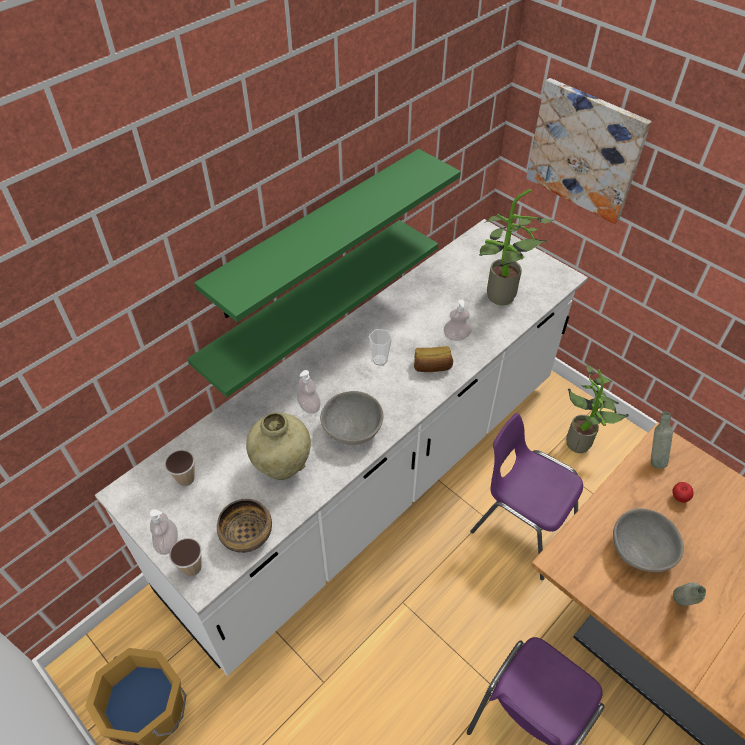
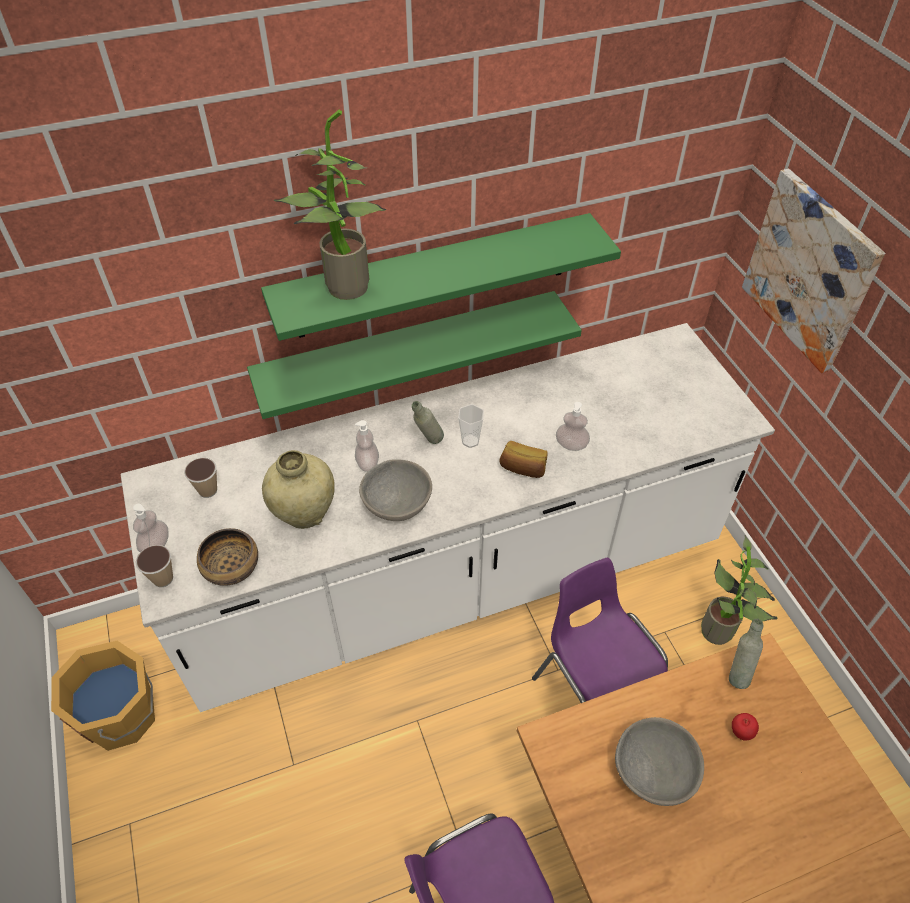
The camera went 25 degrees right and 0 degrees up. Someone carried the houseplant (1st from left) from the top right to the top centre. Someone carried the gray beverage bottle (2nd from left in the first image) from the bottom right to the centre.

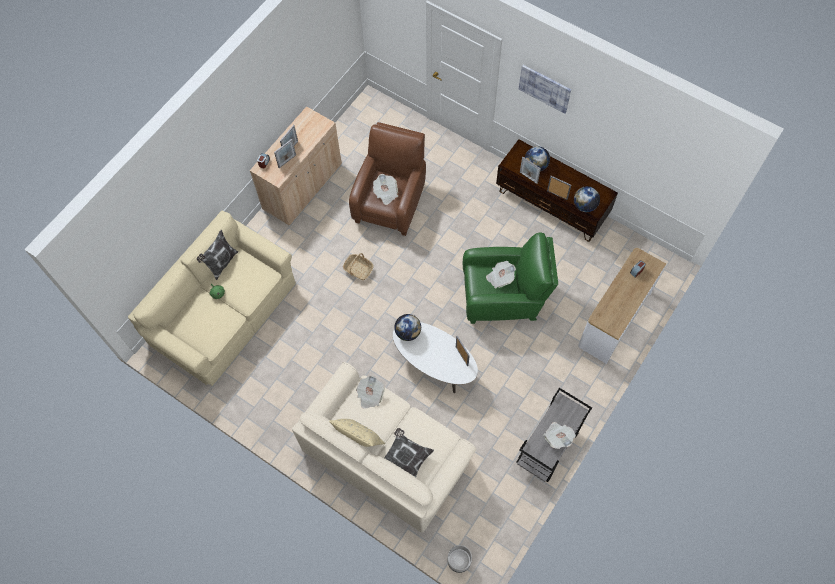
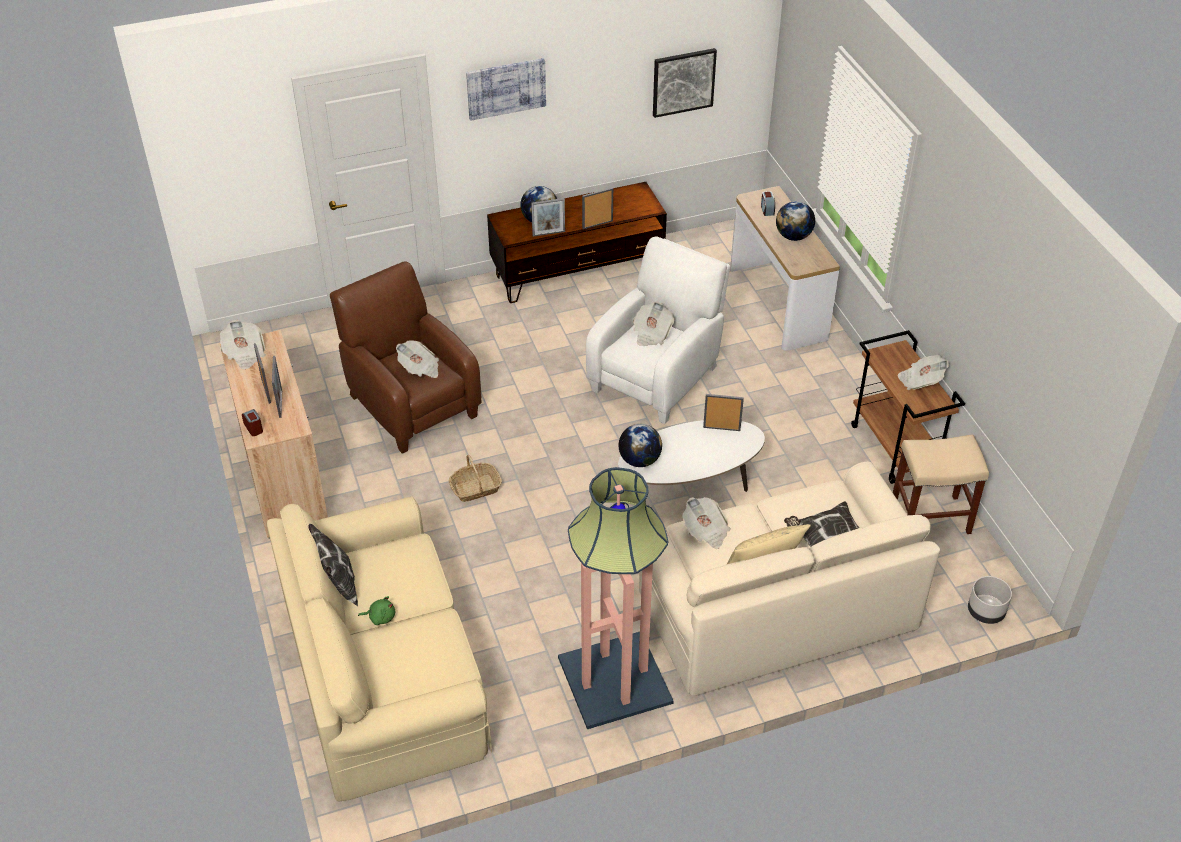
The camera went 55 degrees left and 20 degrees down. Someone put down the newspaper (1st from left) at the middle left. Someone put down the standing lamp at the bottom centre. Someone repainted the green-coloured armchair at the centre, which became the white armchair at the centre. Someone put up the wall art (2nd from left) at the top centre. Someone carried the world globe (3rd from left) from the middle right to the top right. Someone repainted the gray trolley at the bottom centre, which became the brown-coloured trolley at the middle right. Someone put down the beige stool at the middle right.

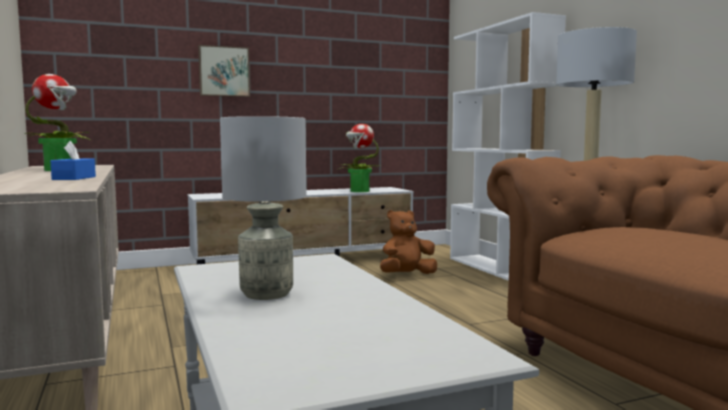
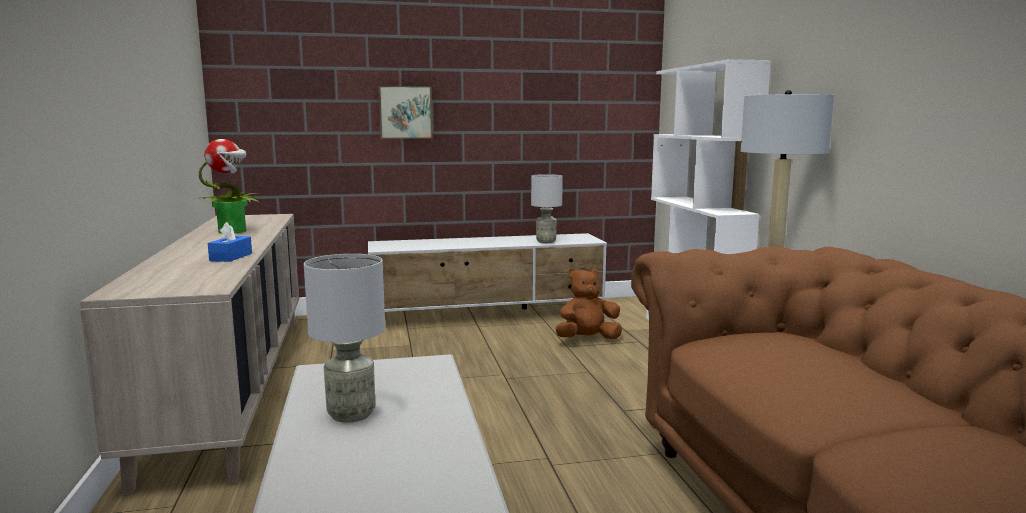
The camera went 10 degrees right and 5 degrees up. Someone swapped the houseplant (2nd from left) at the centre for the gray tabletop lamp (2nd from left) at the centre.

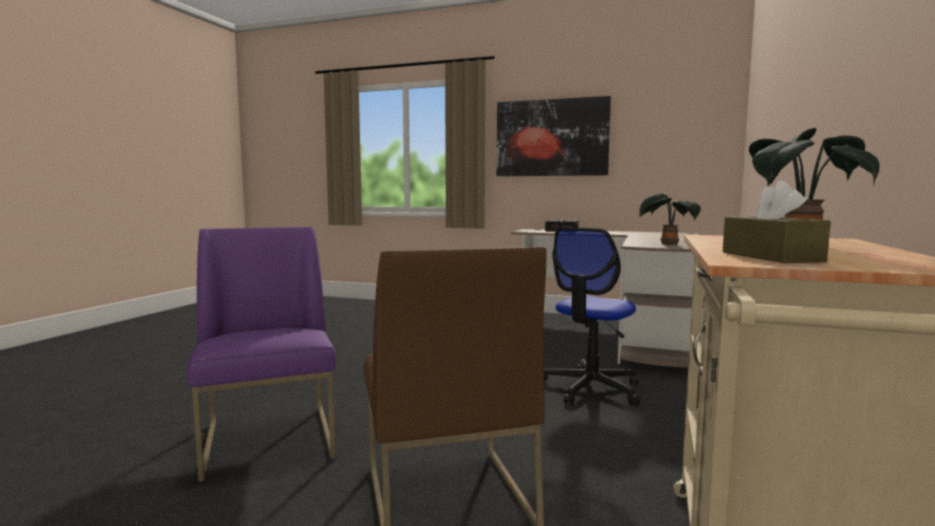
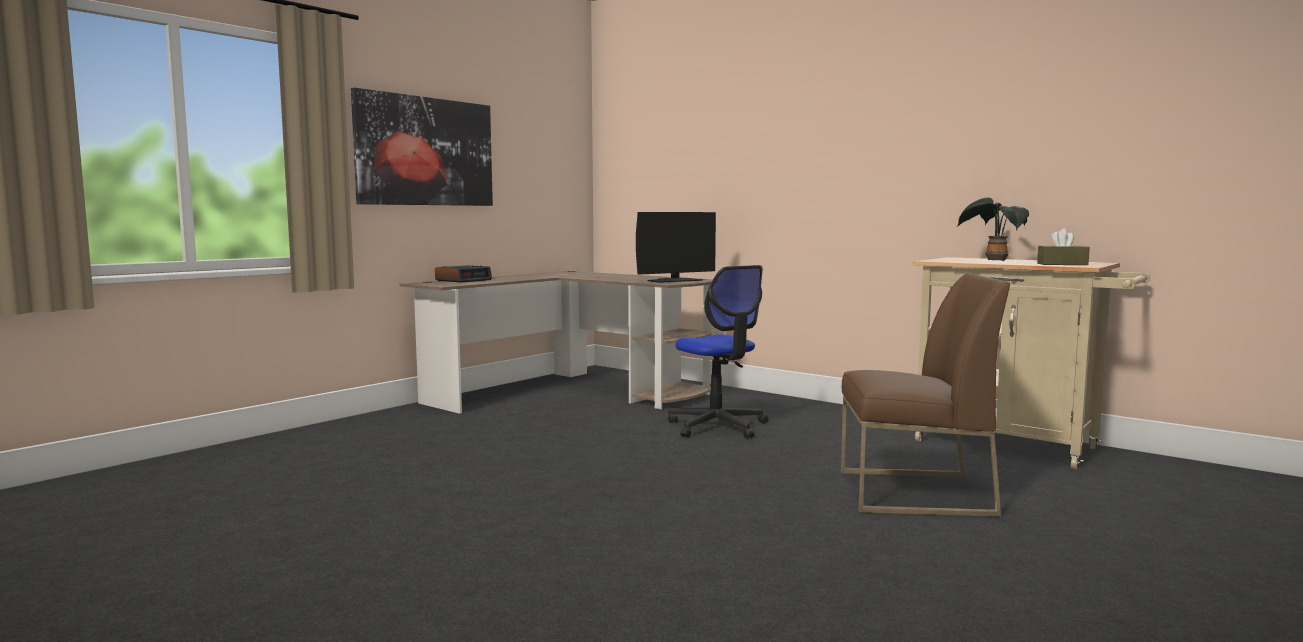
The camera went 70 degrees left and 0 degrees up. Someone swapped the houseplant (1st from left) at the middle right for the computer screen at the centre. Someone took away the purplish upright chair at the bottom left.

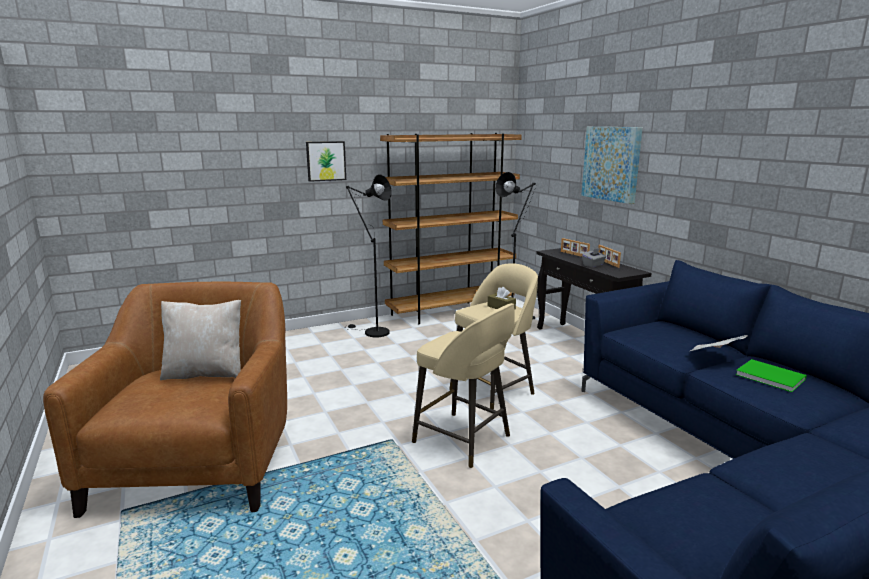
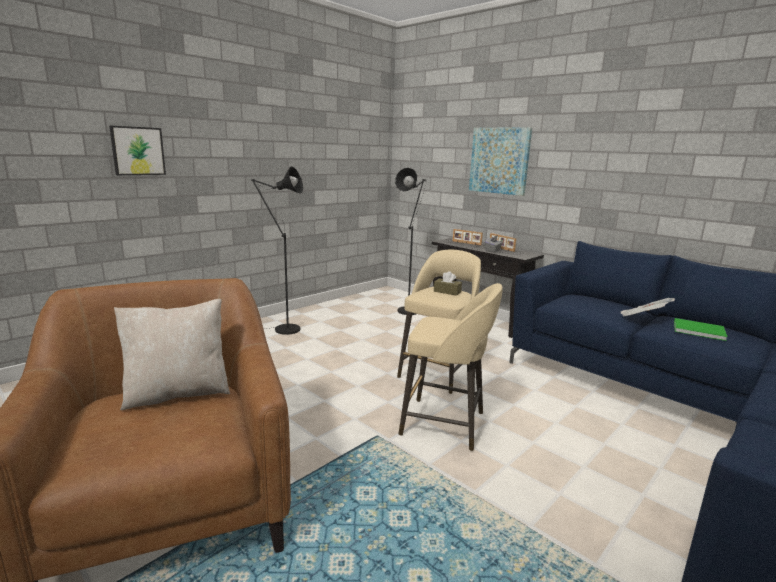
The camera went 20 degrees left and 0 degrees up. Someone carried the wall art (1st from left) from the top centre to the top left. Someone took away the brown-coloured bookcase at the centre.

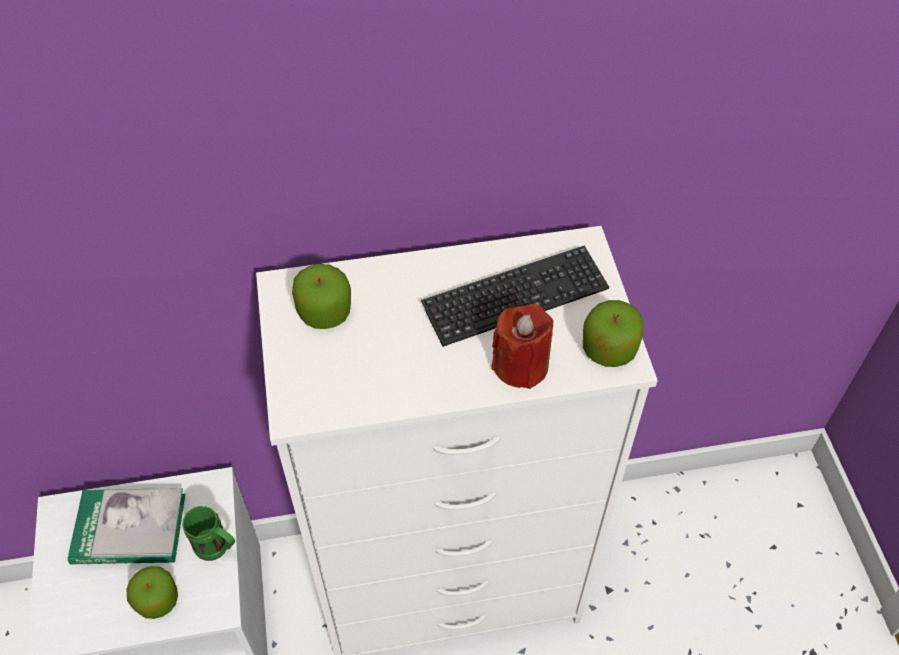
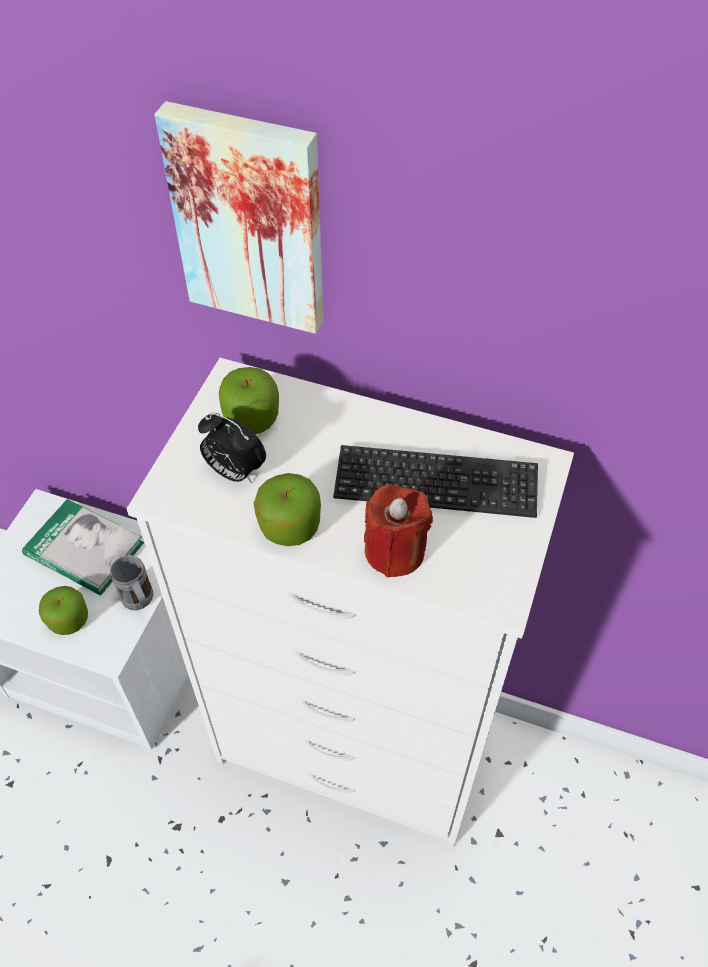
The camera went 30 degrees right and 0 degrees up. Someone repainted the green-coloured coffee mug at the bottom left, which became the gray coffee mug at the middle left. Someone put up the wall art at the top centre. Someone put down the bedside clock at the middle left. Someone carried the apple (3rd from left) from the middle right to the centre.

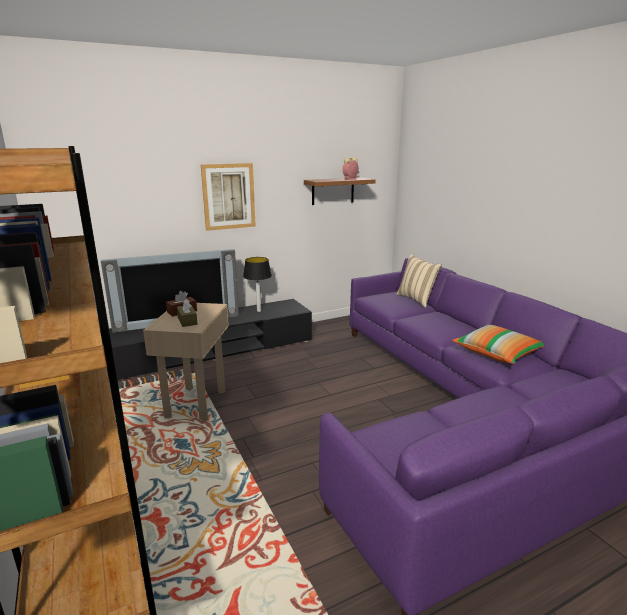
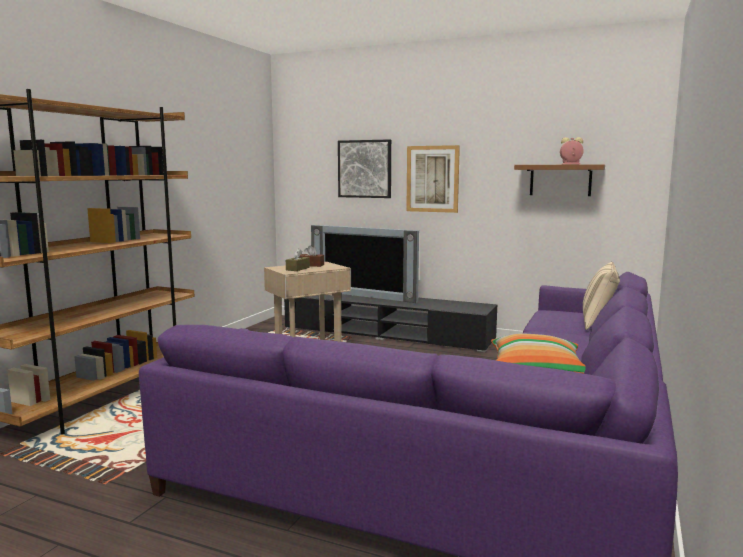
The camera went 50 degrees right and 10 degrees down. Someone put up the wall art (1st from left) at the top centre. Someone took away the tabletop lamp at the centre.

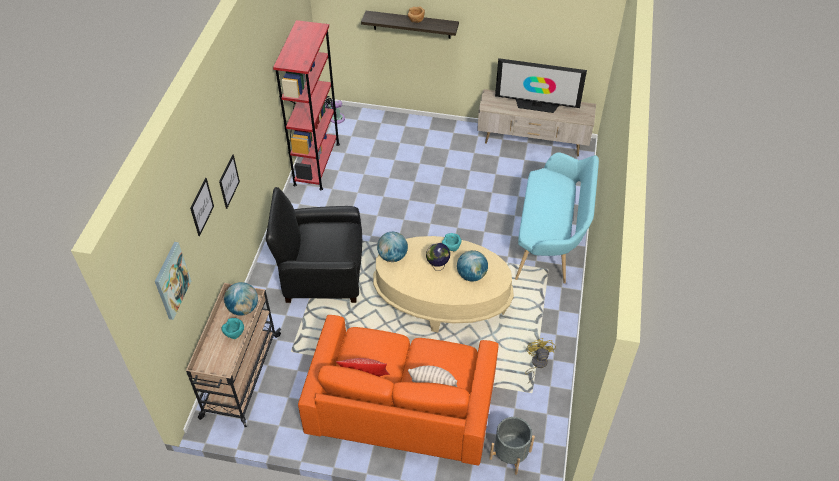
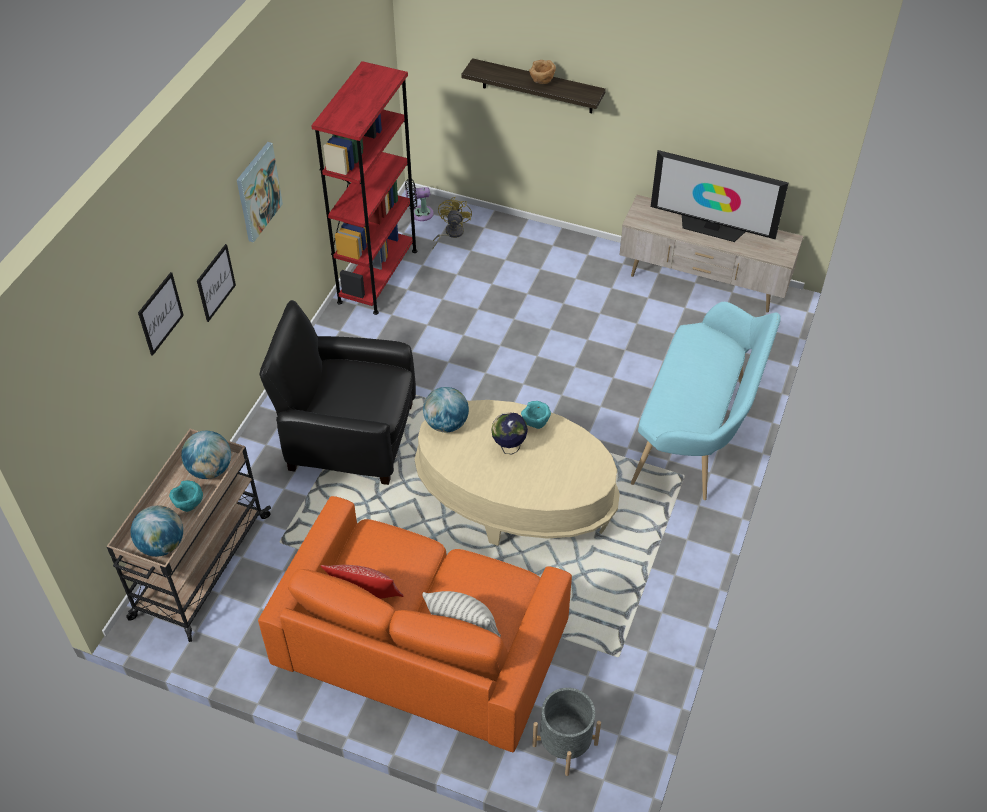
The camera went 10 degrees right and 0 degrees up. Someone carried the world globe (4th from left in the first image) from the centre to the middle left. Someone carried the wall art (1st from left in the first image) from the middle left to the top left. Someone carried the yellowish electric fan from the bottom centre to the top centre.

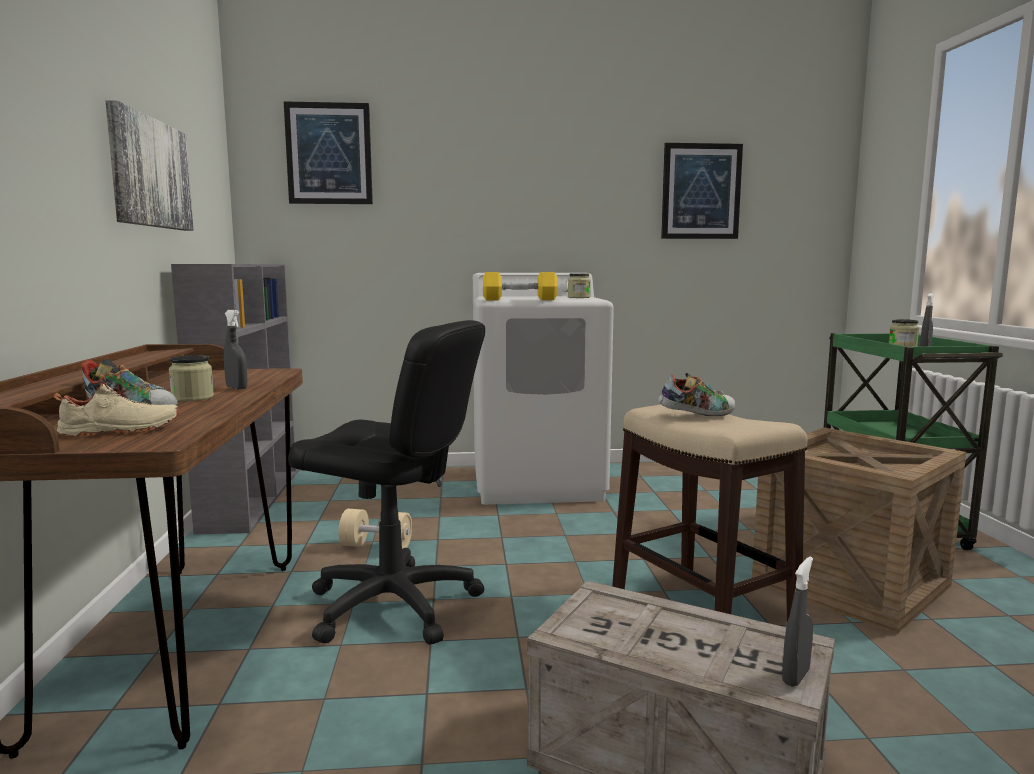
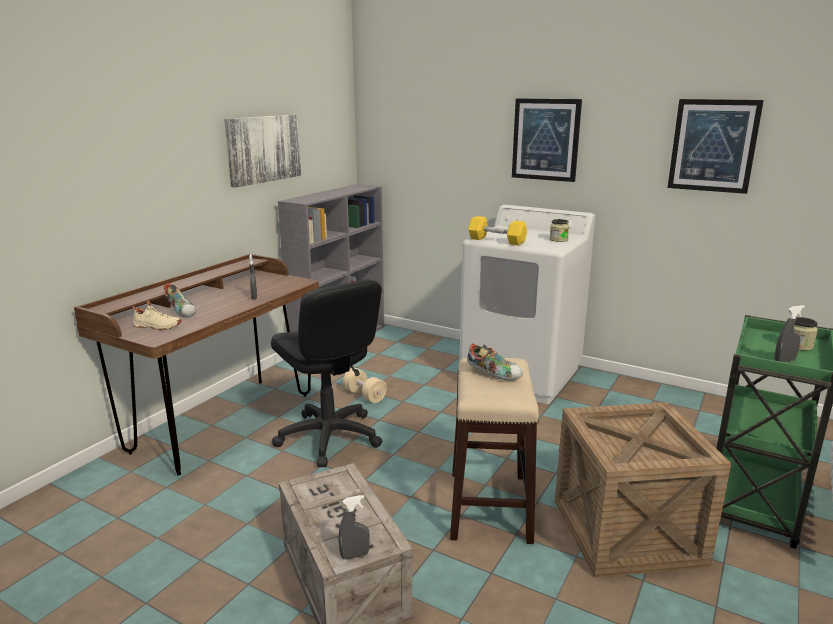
The camera went 35 degrees right and 10 degrees up. Someone carried the wall art (2nd from left) from the top left to the top centre. Someone took away the preserve jar (1st from left) at the middle left.

